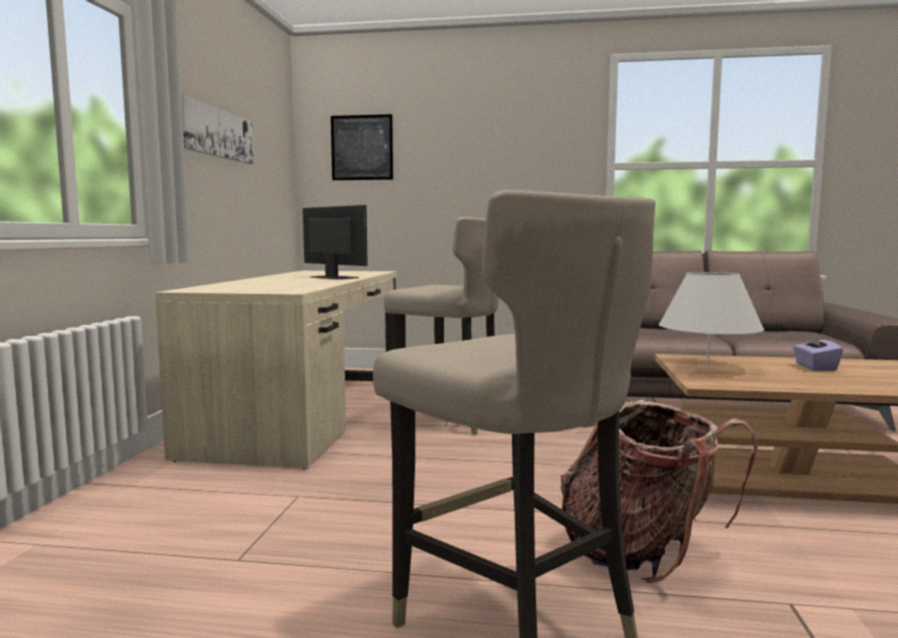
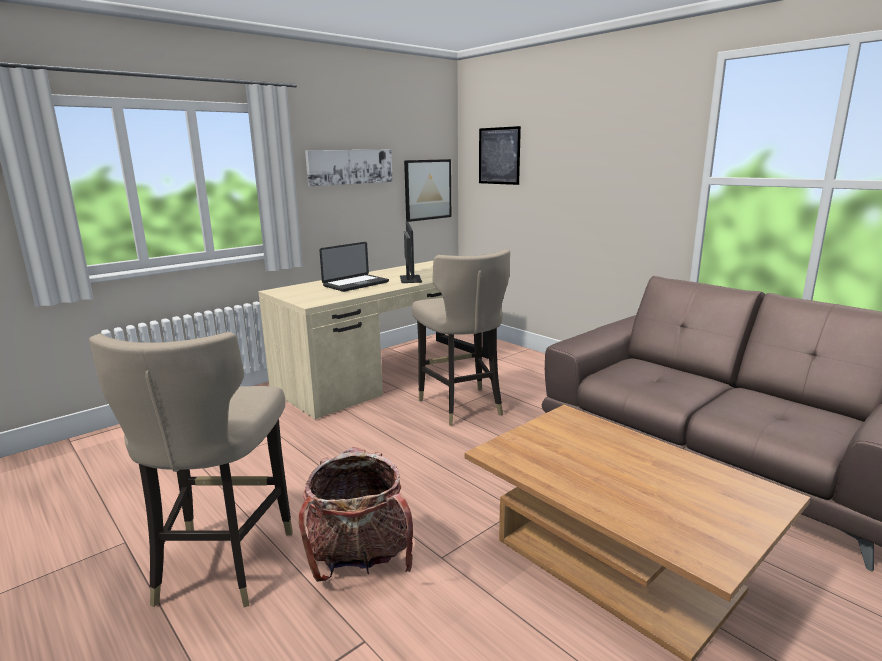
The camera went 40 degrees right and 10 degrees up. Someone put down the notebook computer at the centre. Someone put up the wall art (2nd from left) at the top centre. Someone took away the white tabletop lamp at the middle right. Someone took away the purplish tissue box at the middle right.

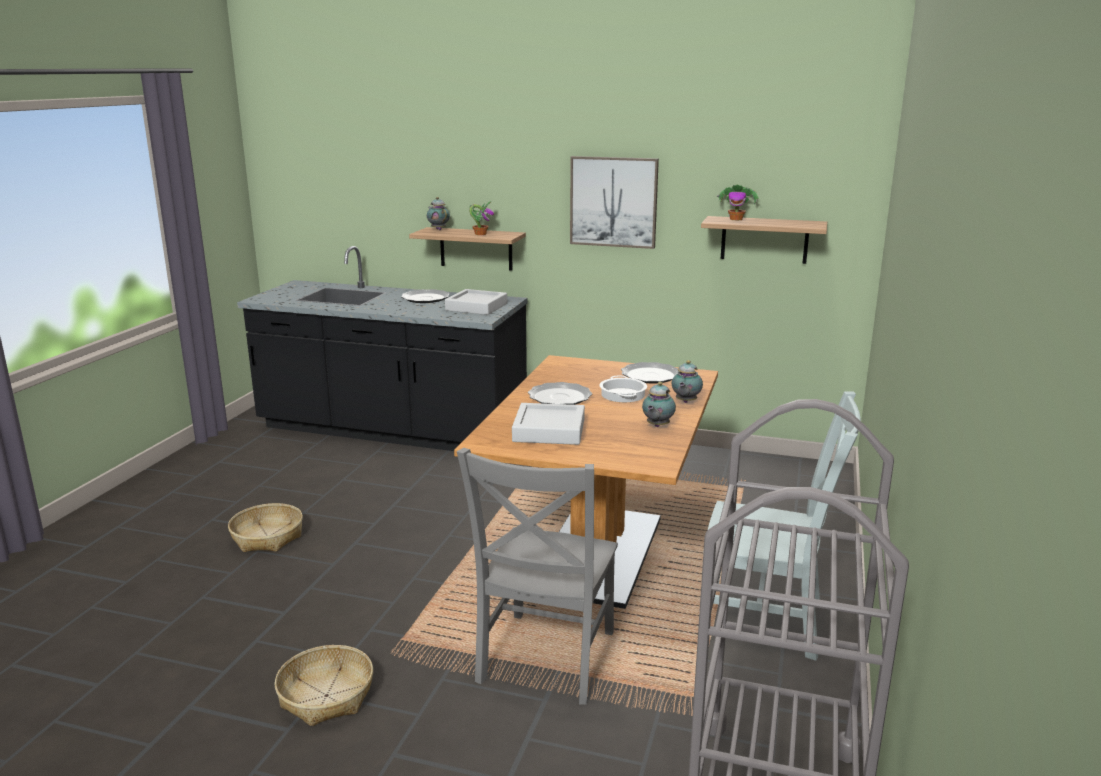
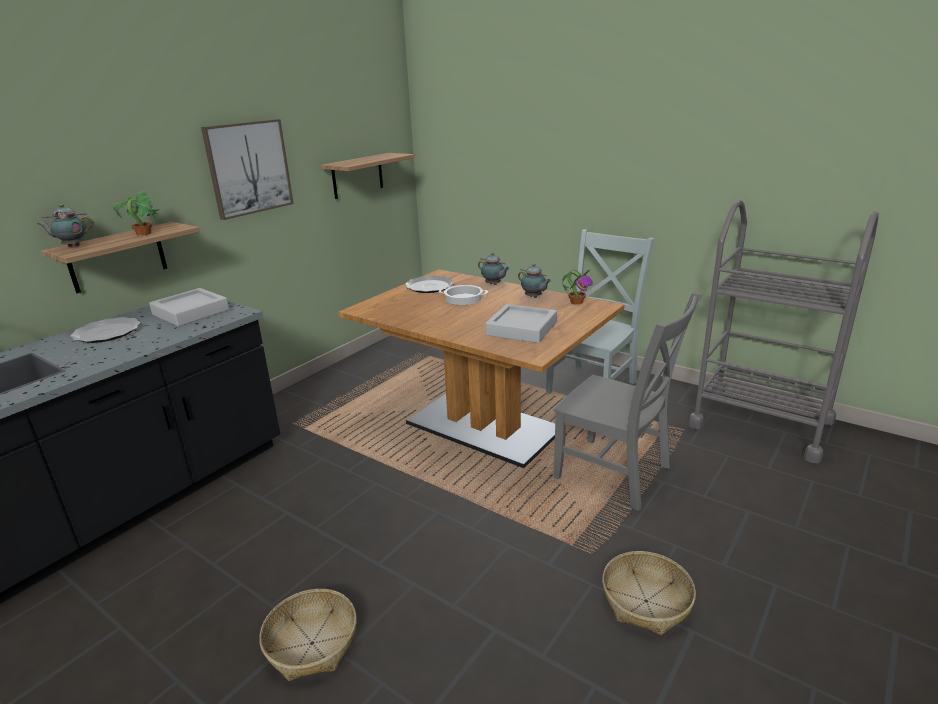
The camera went 70 degrees left and 5 degrees up. Someone carried the houseplant (2nd from left) from the top right to the centre. Someone took away the flat dish (2nd from left) at the centre.

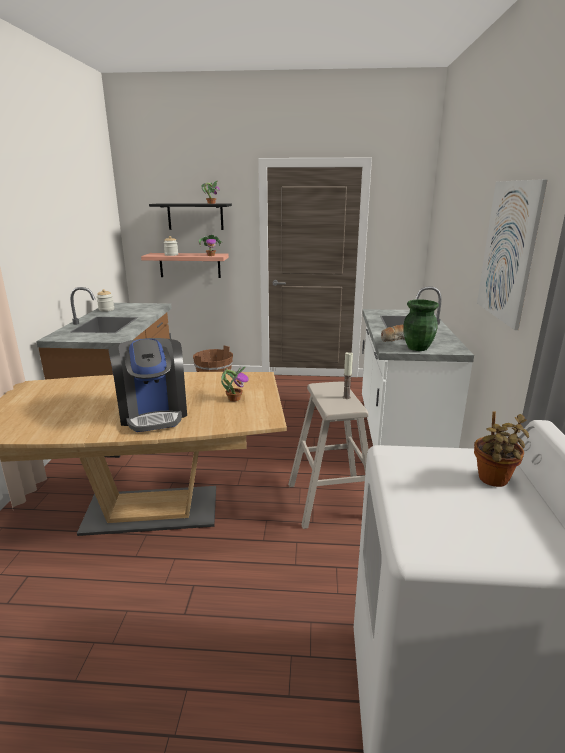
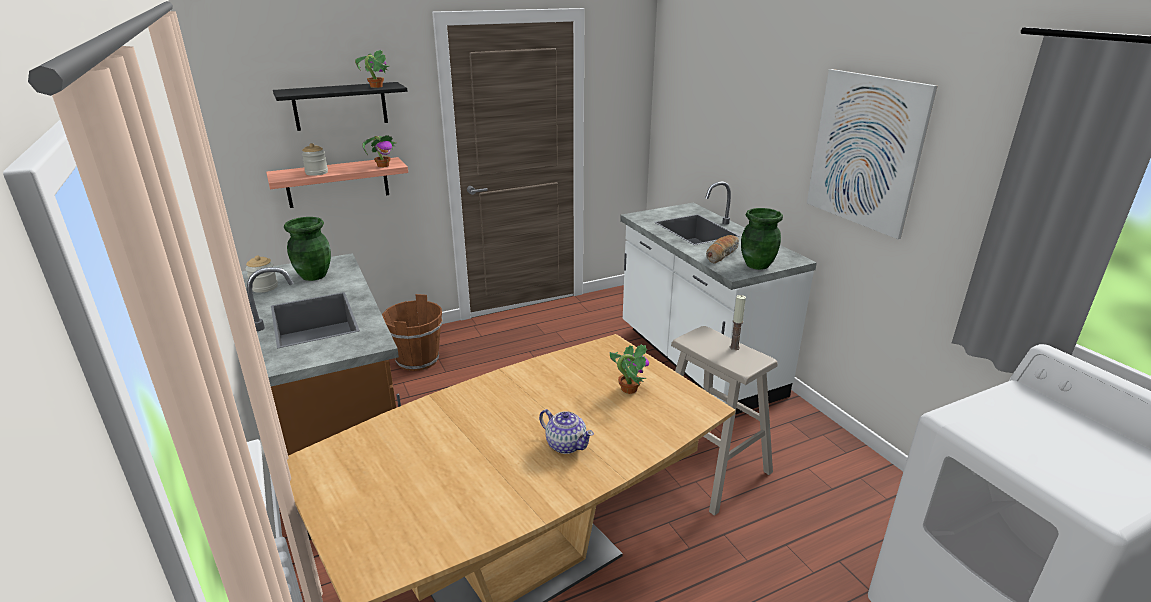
The camera went 30 degrees left and 5 degrees up. Someone put down the green-coloured flower vase (1st from left) at the middle left. Someone swapped the coffee brewer at the middle left for the tea pot at the bottom centre. Someone took away the houseplant (4th from left) at the middle right.

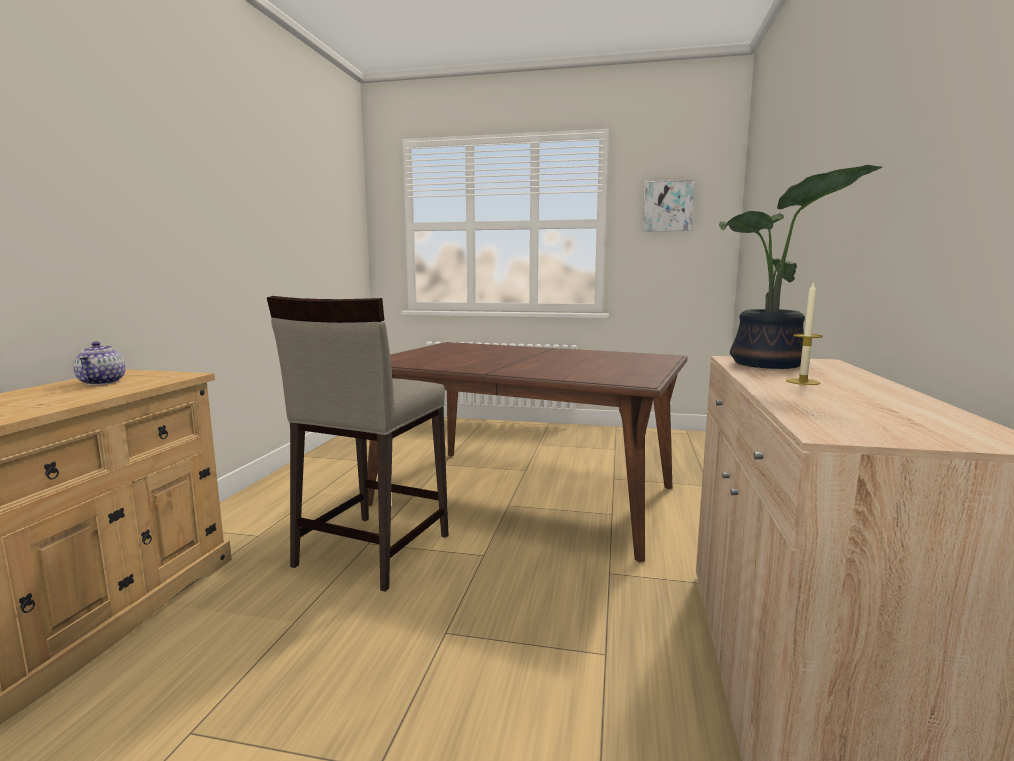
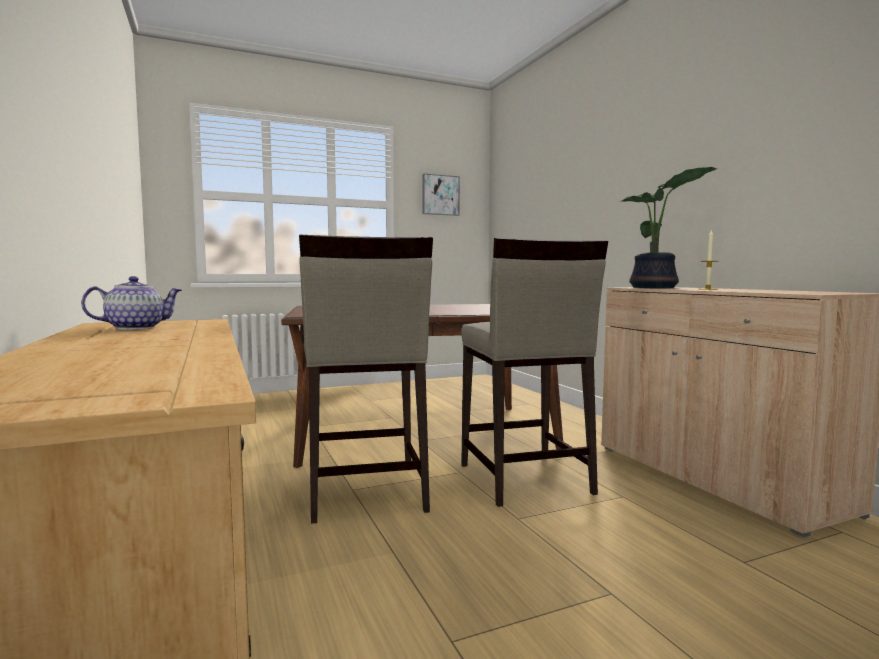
The camera went 35 degrees left and 5 degrees down. Someone rotated the tea pot at the middle left by 75 degrees counterclockwise. Someone put down the beige stool (2nd from left) at the centre.

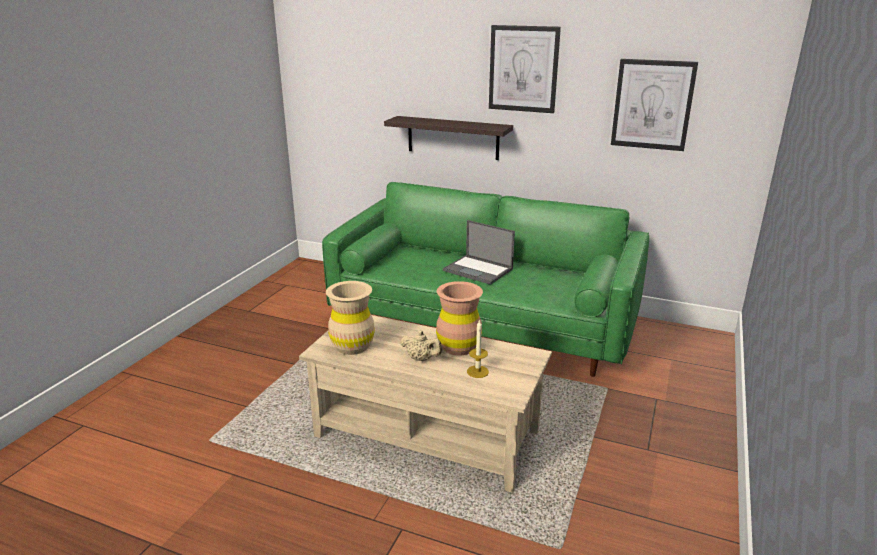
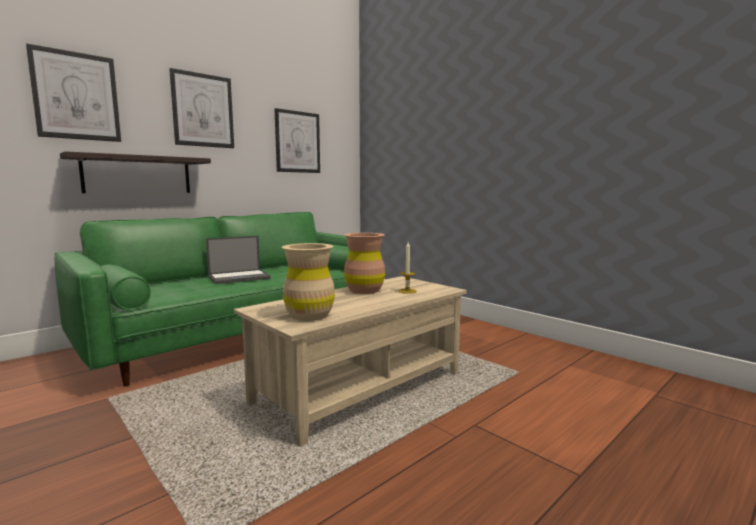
The camera went 65 degrees left and 15 degrees down. Someone put up the wall art (1st from left) at the top left. Someone took away the beige tea pot at the centre.

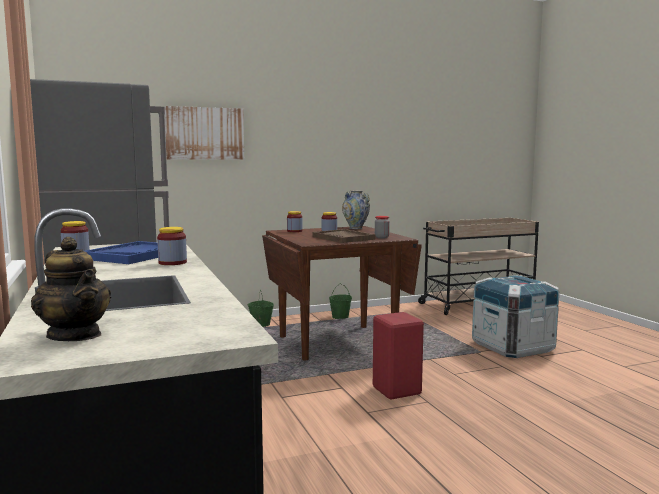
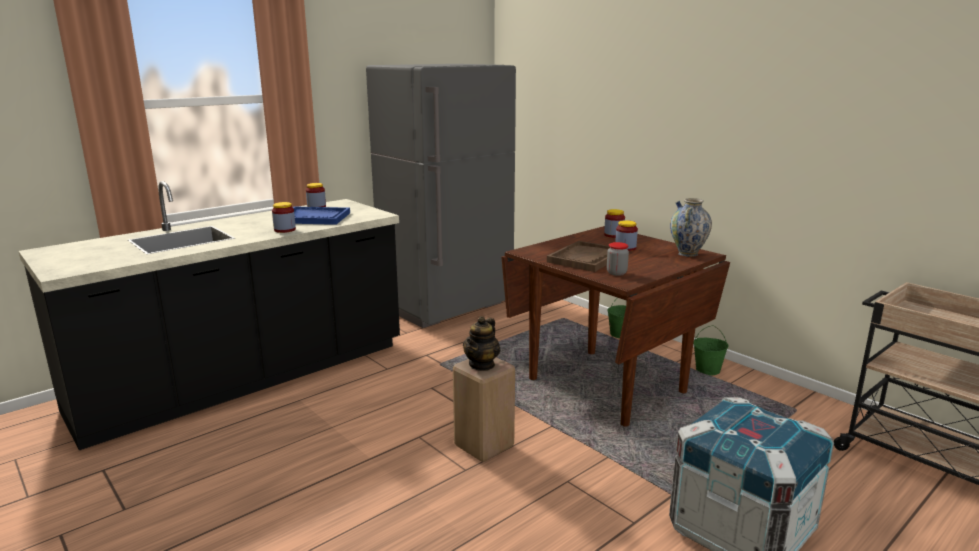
The camera went 70 degrees right and 10 degrees up. Someone repainted the red stool at the bottom centre, which became the beige stool at the bottom centre. Someone carried the tea pot from the middle left to the centre. Someone took away the wall art at the top left.

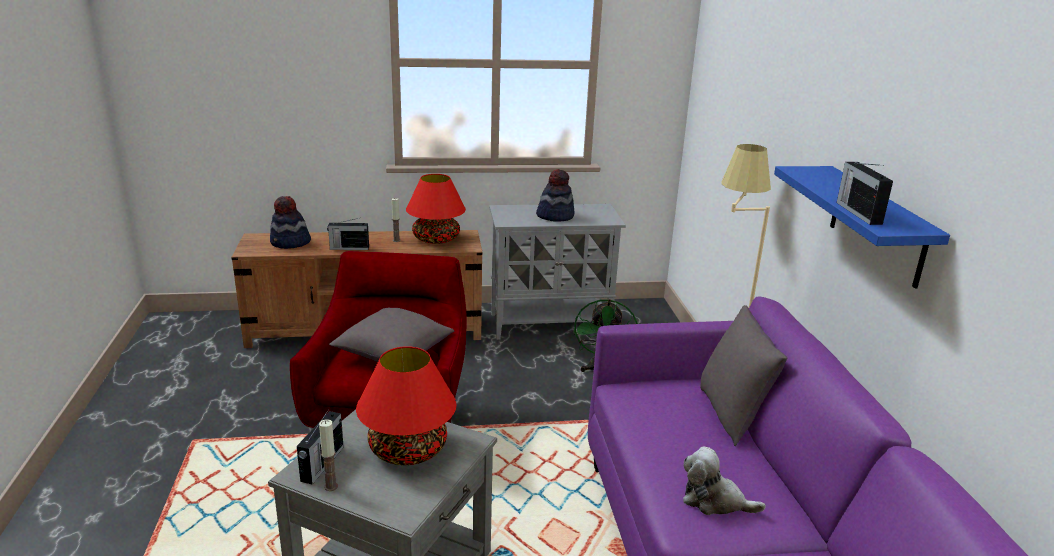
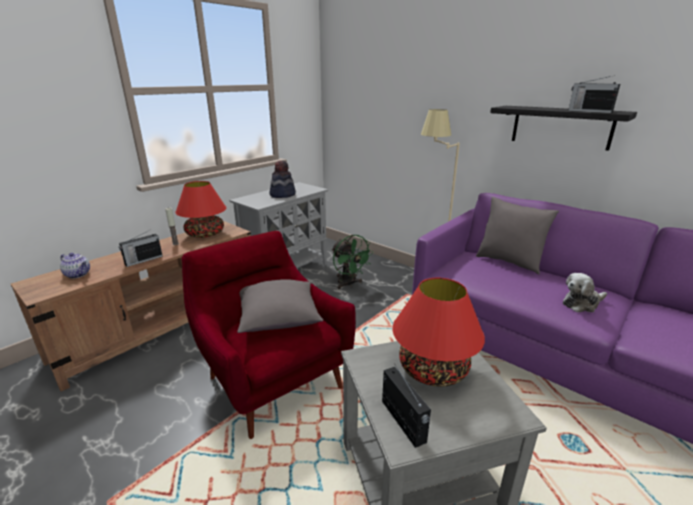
The camera went 40 degrees left and 0 degrees up. Someone swapped the wearable hat (1st from left) at the middle left for the tea pot at the middle left. Someone repainted the blue shelf at the middle right, which became the black shelf at the top right. Someone took away the candle (1st from left) at the bottom left.

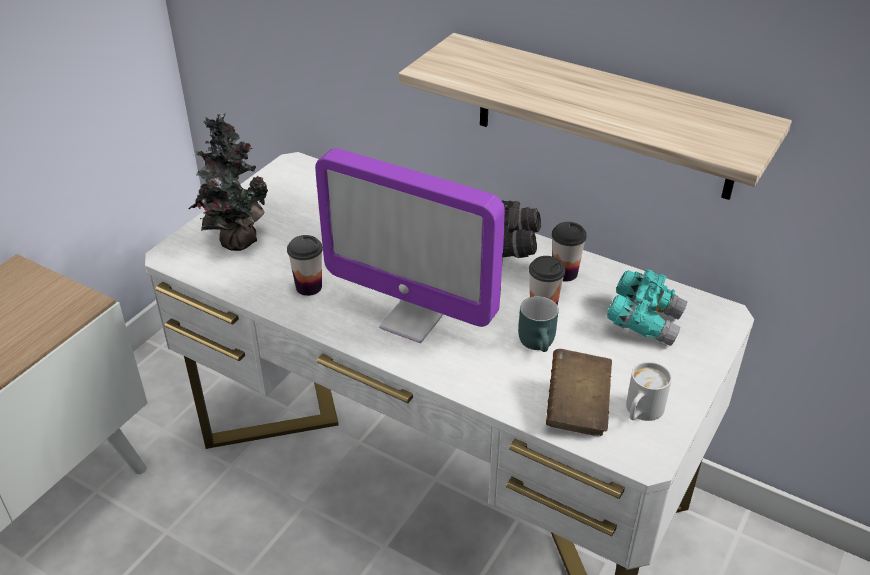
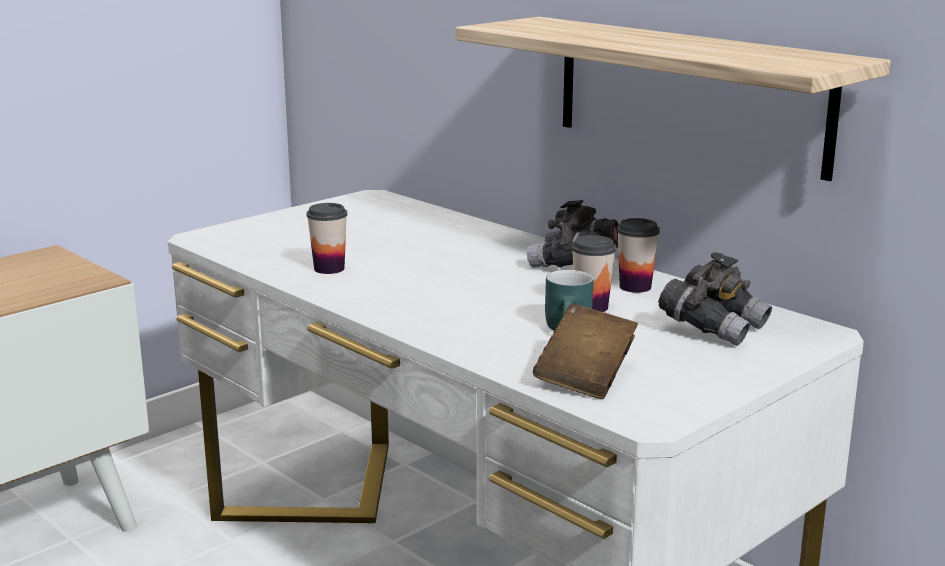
The camera went 15 degrees right and 20 degrees down. Someone repainted the blue-green pair of binoculars at the middle right, which became the gray pair of binoculars (2nd from left) at the middle right. Someone took away the houseplant at the top left. Someone took away the computer screen at the centre. Someone took away the white coffee mug at the bottom right.

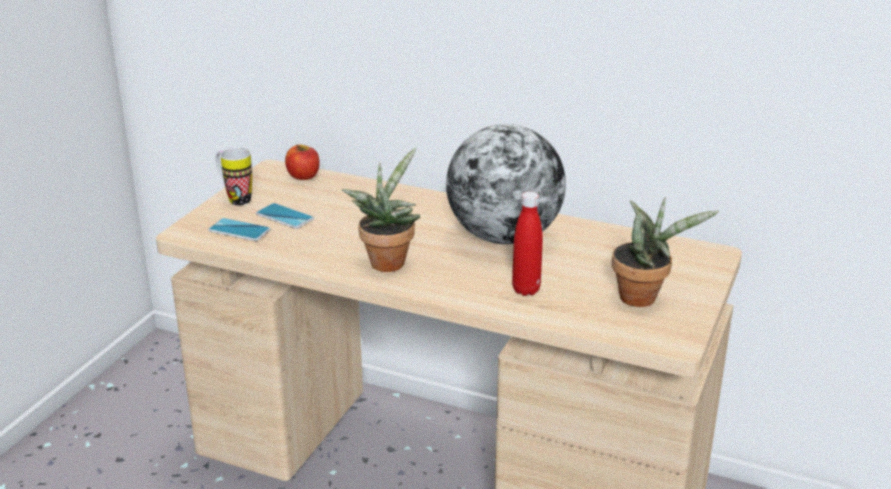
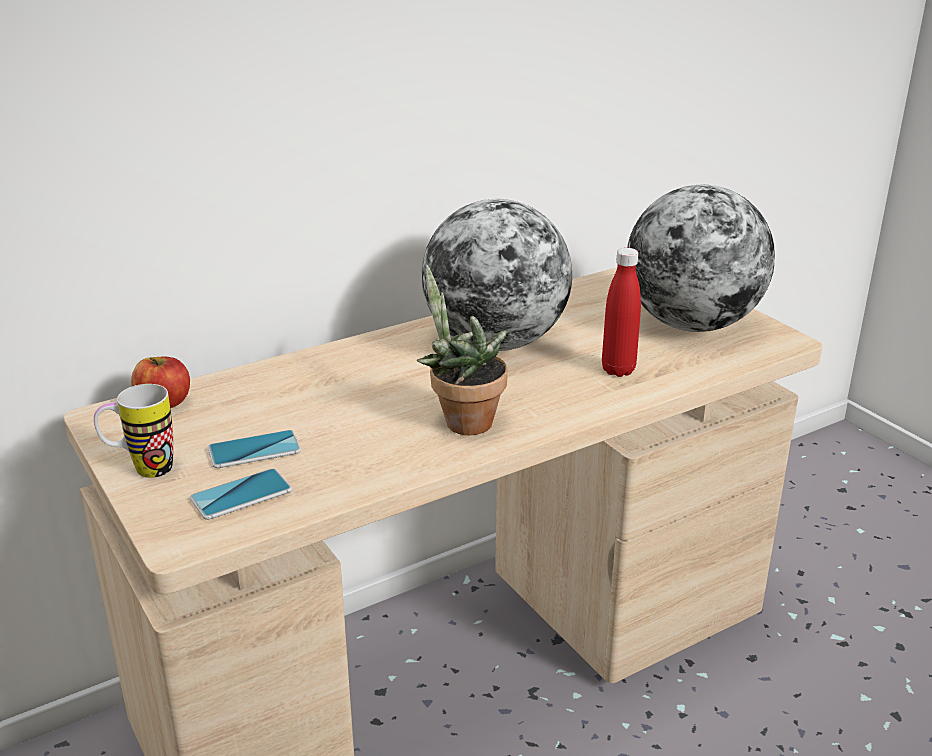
The camera went 55 degrees left and 0 degrees up. Someone swapped the houseplant (2nd from left) at the middle right for the world globe (2nd from left) at the middle right.

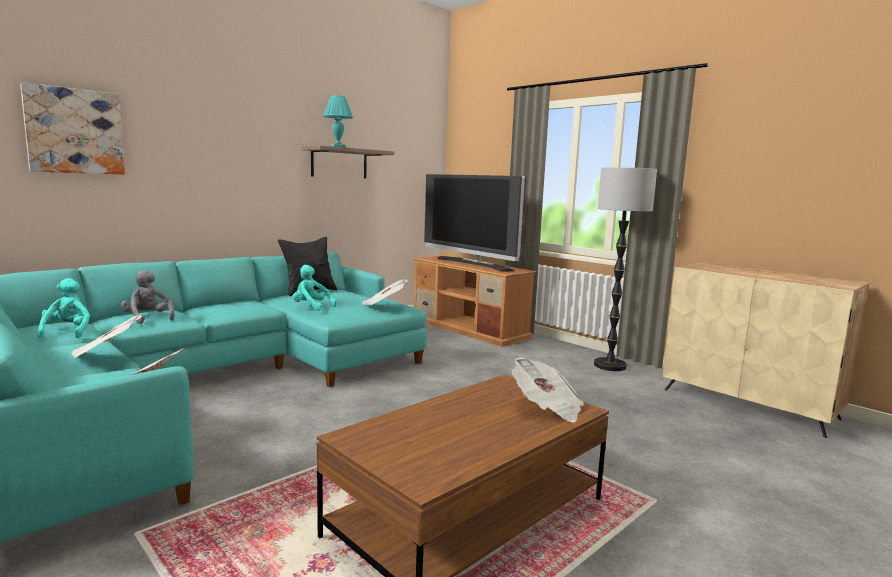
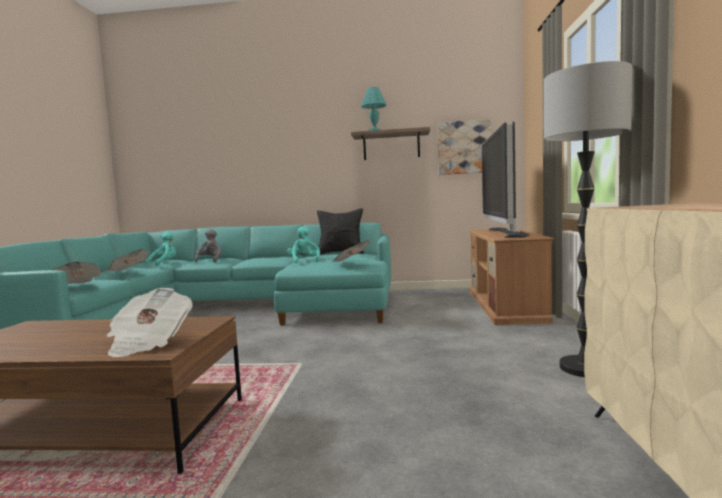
The camera went 50 degrees right and 5 degrees down. Someone carried the wall art from the top left to the top centre.

